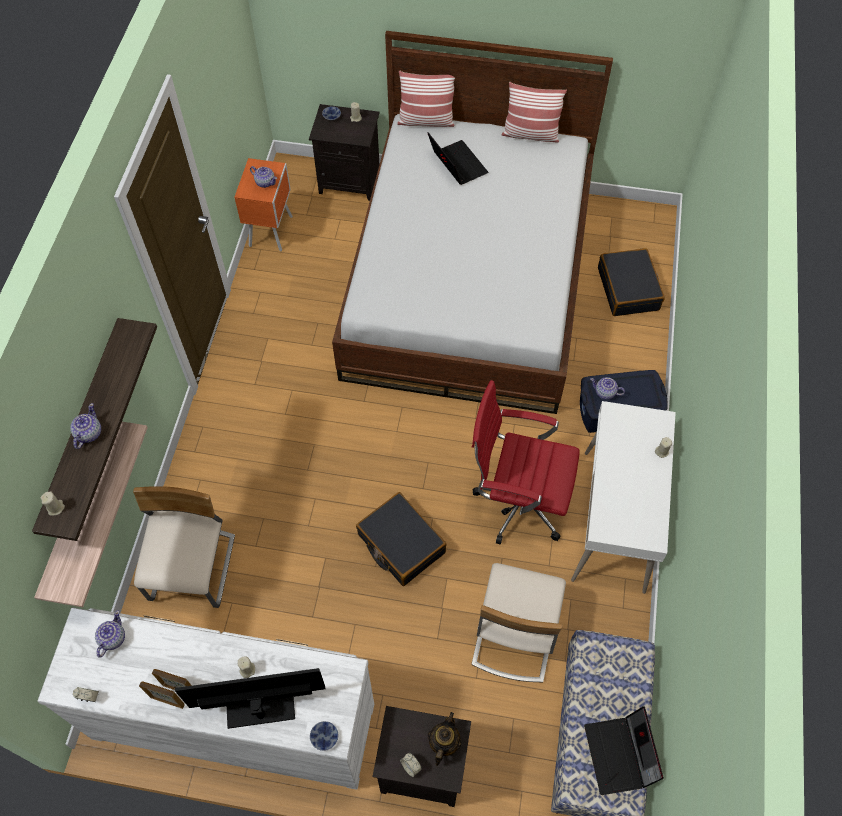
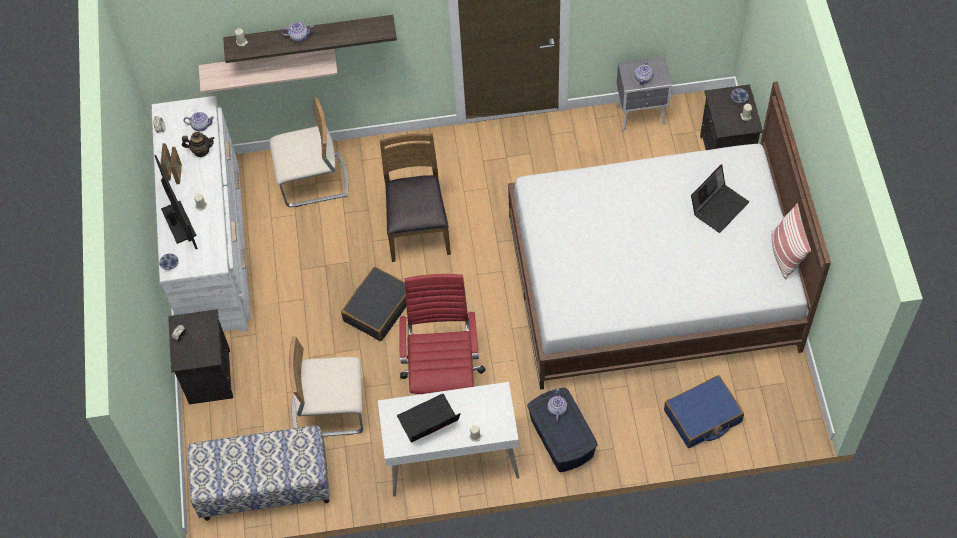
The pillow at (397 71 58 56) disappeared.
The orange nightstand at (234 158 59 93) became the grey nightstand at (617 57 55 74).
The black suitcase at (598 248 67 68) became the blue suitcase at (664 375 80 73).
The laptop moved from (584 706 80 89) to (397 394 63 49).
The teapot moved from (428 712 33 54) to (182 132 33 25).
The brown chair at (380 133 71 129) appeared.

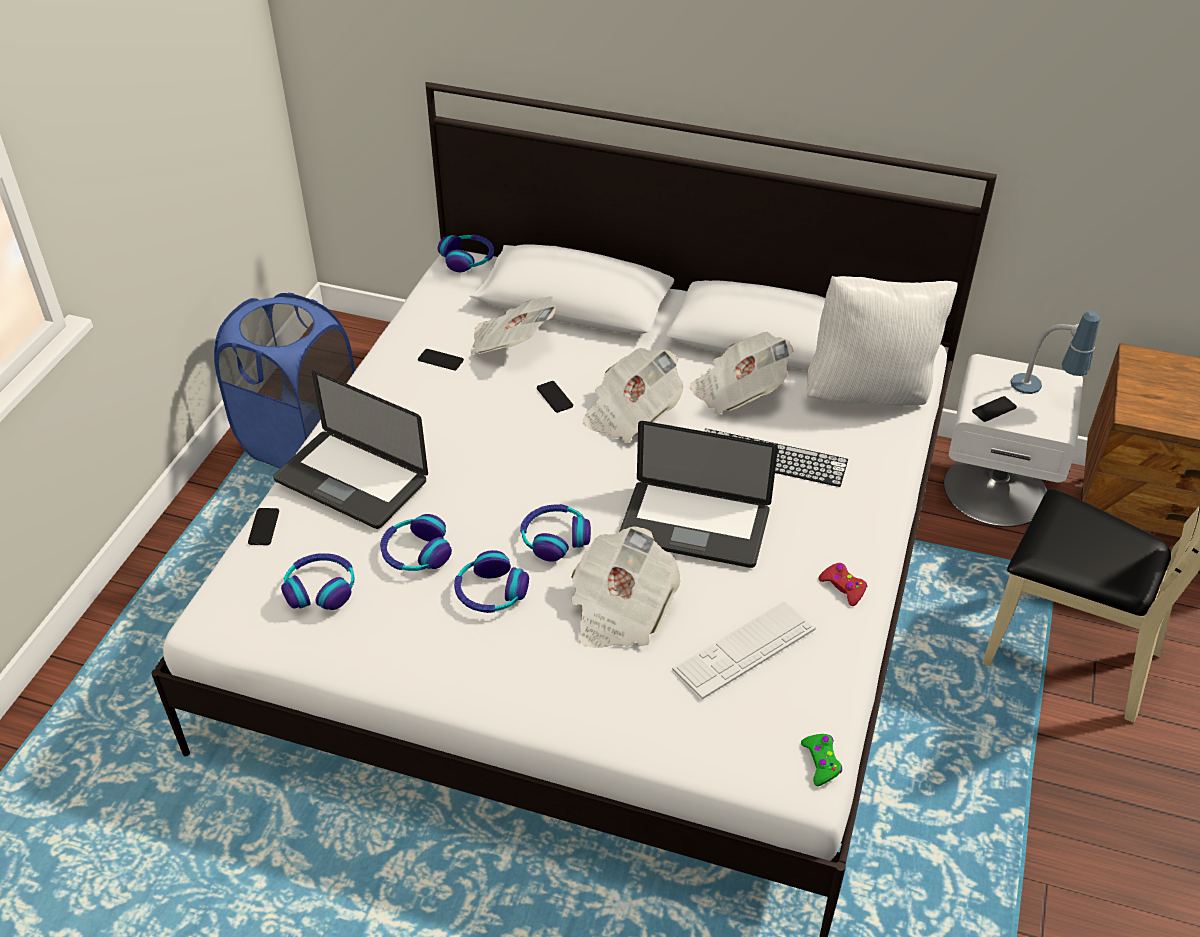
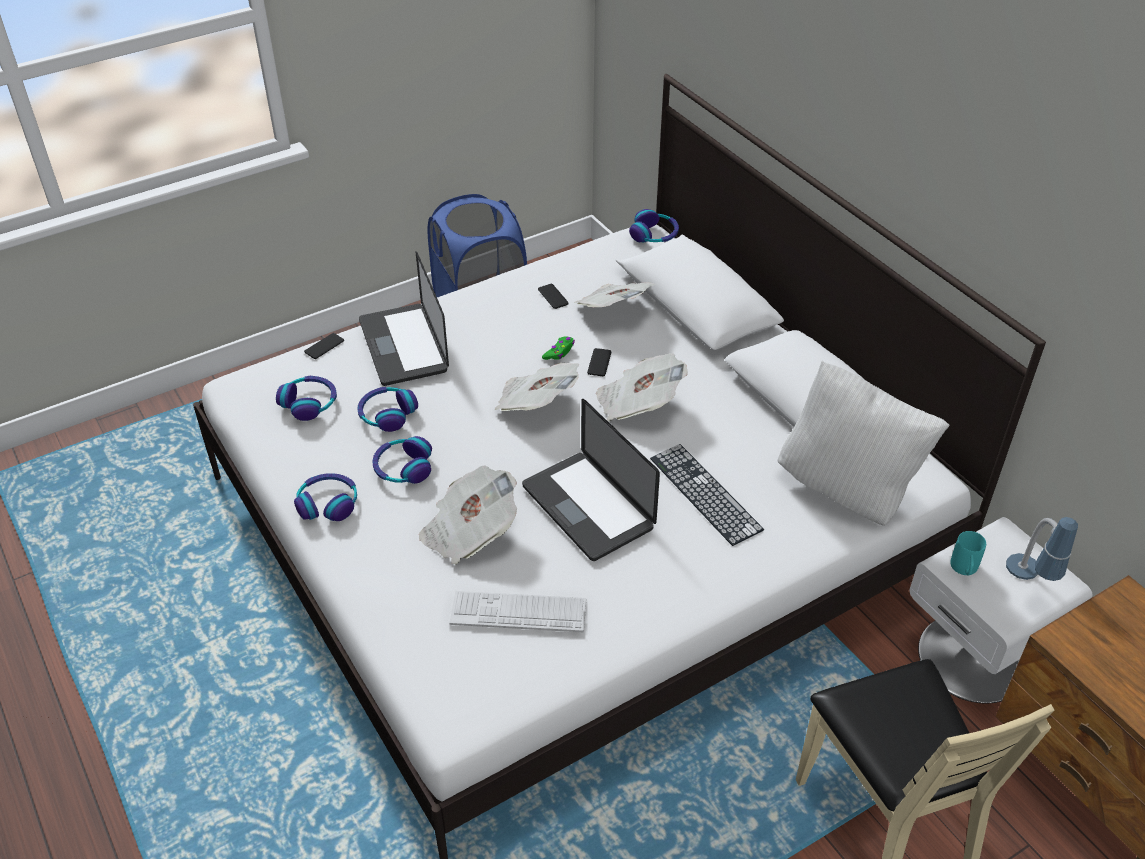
The newspaper moved from (690 332 104 83) to (495 363 85 48).
The phone at (972 396 45 26) was replaced by the turquoise mug at (950 531 36 45).
The headphones moved from (520 504 71 58) to (294 473 63 48).
The red game controller at (819 563 48 43) disappeared.
The green game controller moved from (801 734 41 52) to (542 337 33 23).

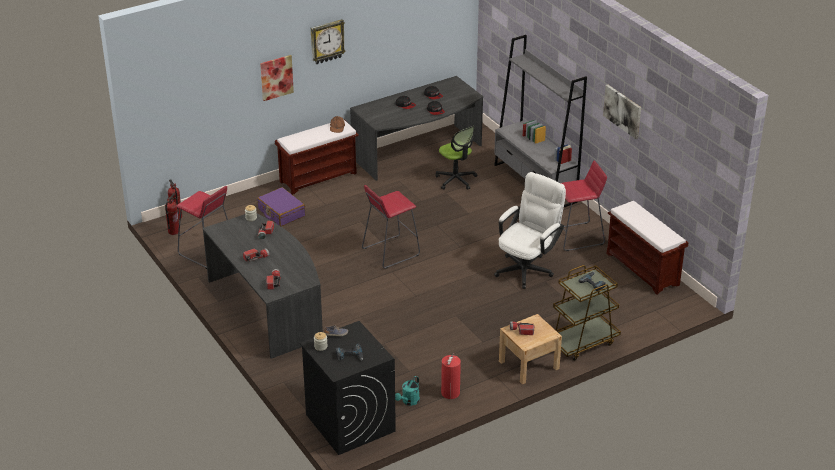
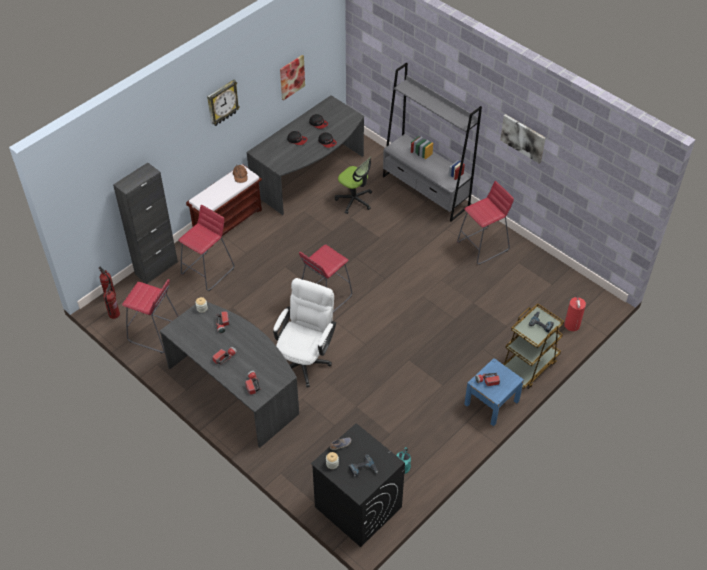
The picture moved from (260 55 34 46) to (280 55 25 45).
The white office chair moved from (494 172 72 117) to (273 278 63 110).
The purple suitcase at (257 187 48 39) was replaced by the red stool at (178 205 57 86).
The brown bench at (607 201 81 94) disappeared.
The beige nightstand at (499 314 63 71) became the blue nightstand at (464 358 60 68).
The fire extinguisher moved from (441 353 20 46) to (564 296 22 35).
The black cabinet at (113 162 65 122) appeared.

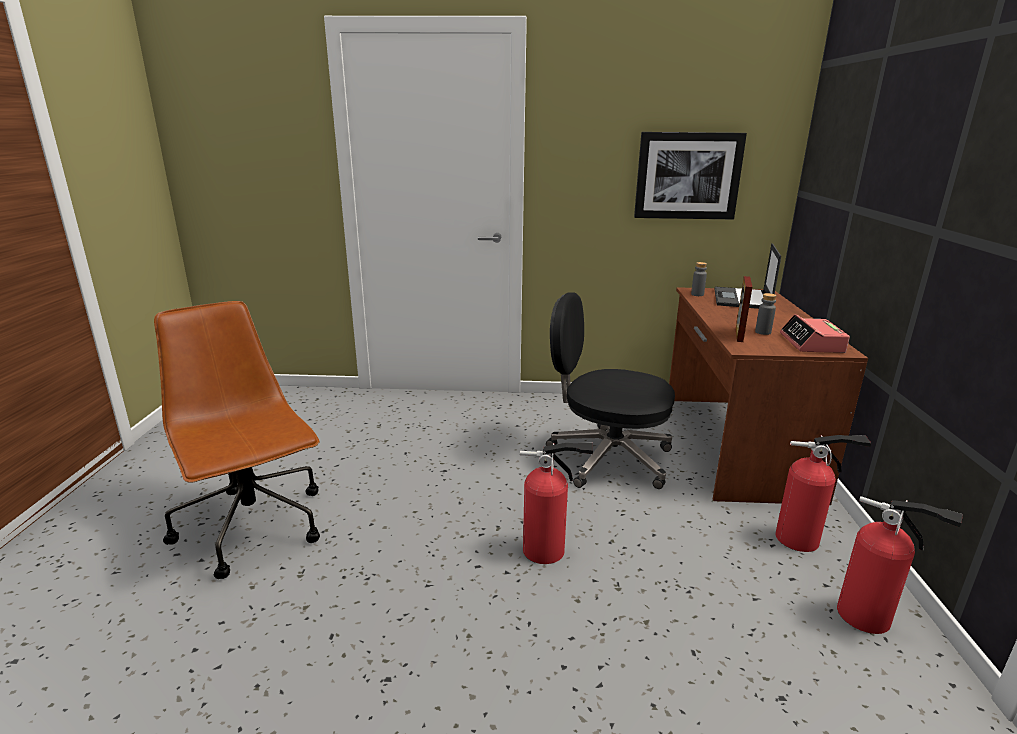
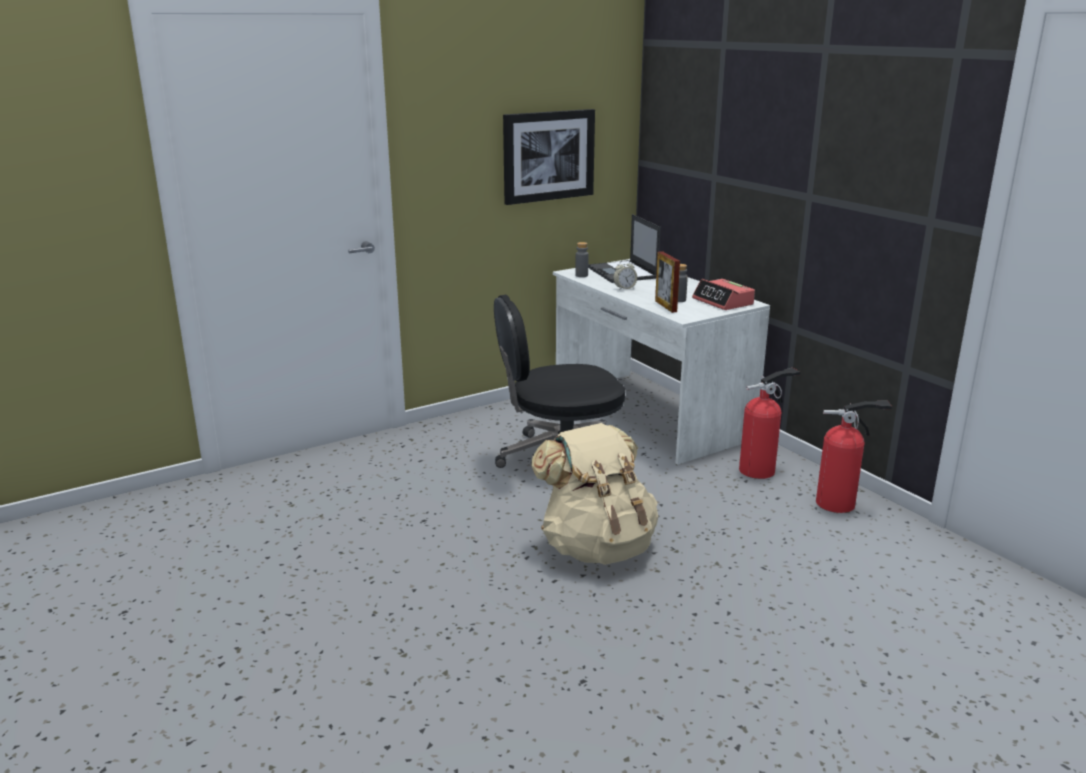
The brown desk at (669 287 199 218) became the white desk at (553 259 217 205).
The brown office chair at (154 301 166 278) disappeared.
The fire extinguisher at (520 442 73 122) was replaced by the beige backpack at (531 423 127 142).
The alarm clock at (613 260 24 30) appeared.

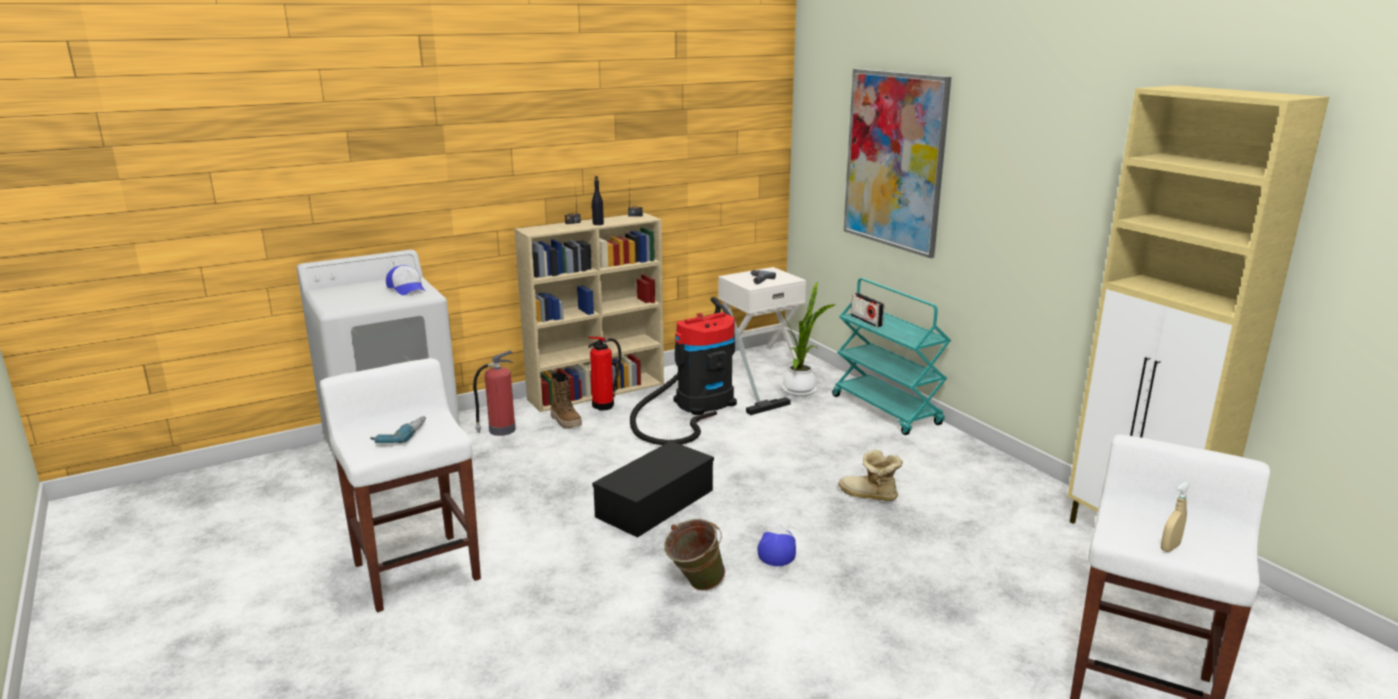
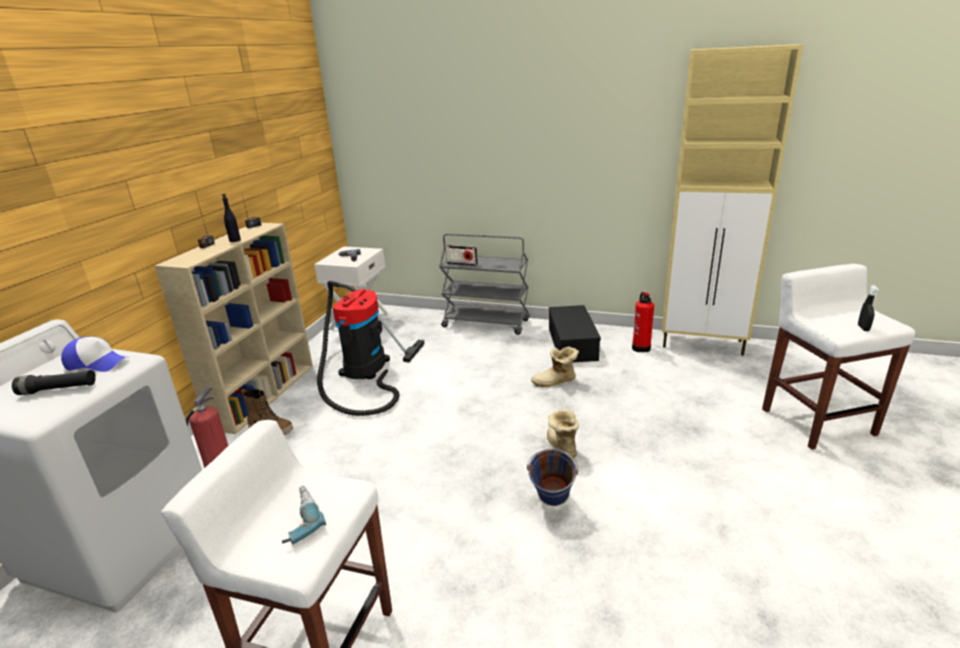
The picture at (844 69 107 189) disappeared.
The turquoise cart at (832 278 119 157) became the grey cart at (439 233 91 102).
The potted plant at (780 282 55 114) disappeared.
The fire extinguisher moved from (588 337 33 74) to (632 292 22 60).
The black storage box moved from (592 441 122 97) to (549 305 52 58).
The beige spray bottle at (1161 482 29 70) became the black spray bottle at (858 285 21 46).
The green bucket at (664 519 61 71) became the blue bucket at (527 449 52 57).
The cap at (757 525 39 41) was replaced by the boot at (547 409 32 49).
The black flashlight at (12 370 84 25) appeared.

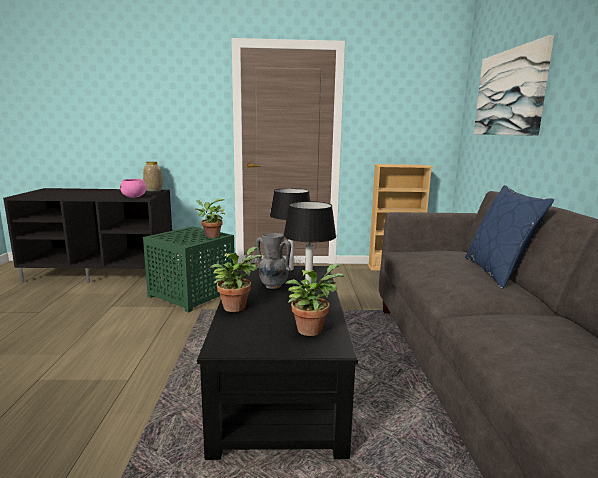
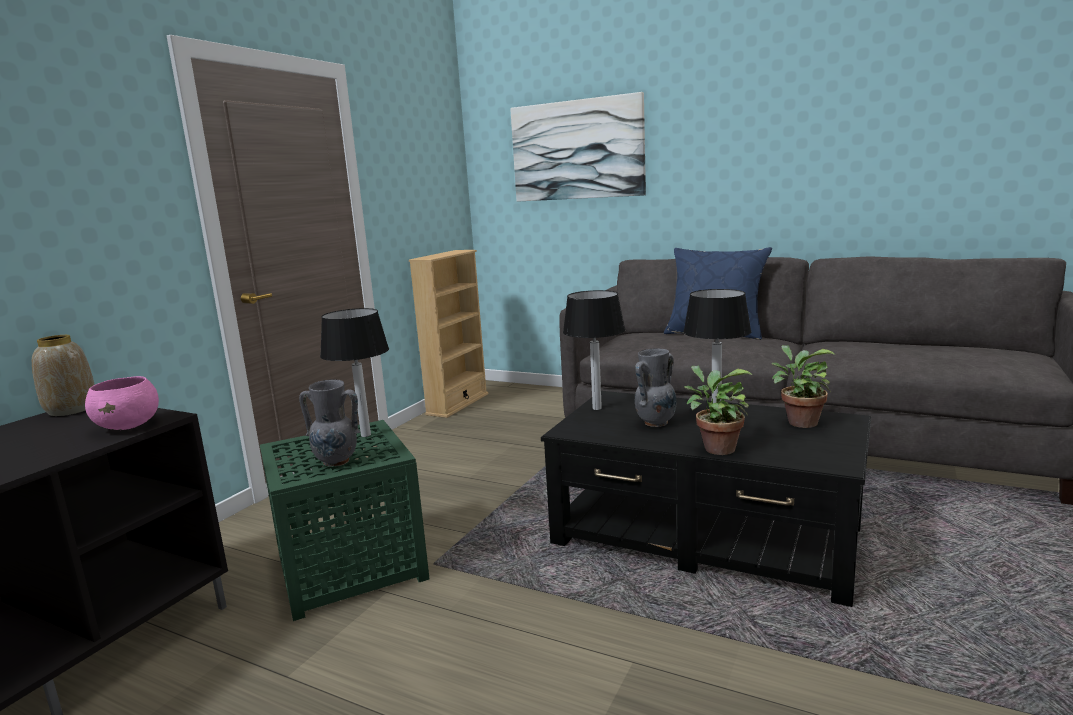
The potted plant at (195 199 31 39) was replaced by the table lamp at (320 308 69 129).
The grey vase at (299 379 62 87) appeared.

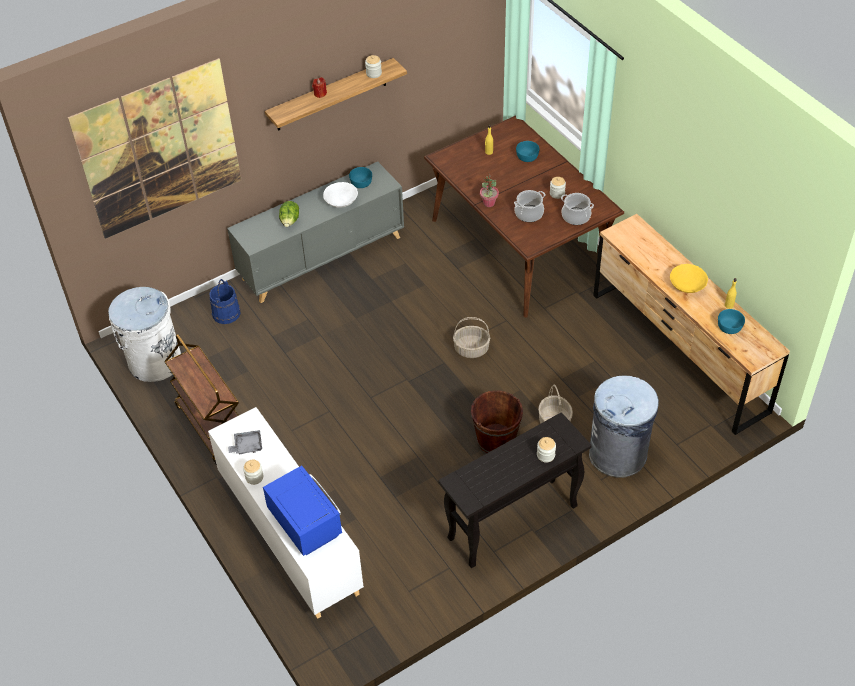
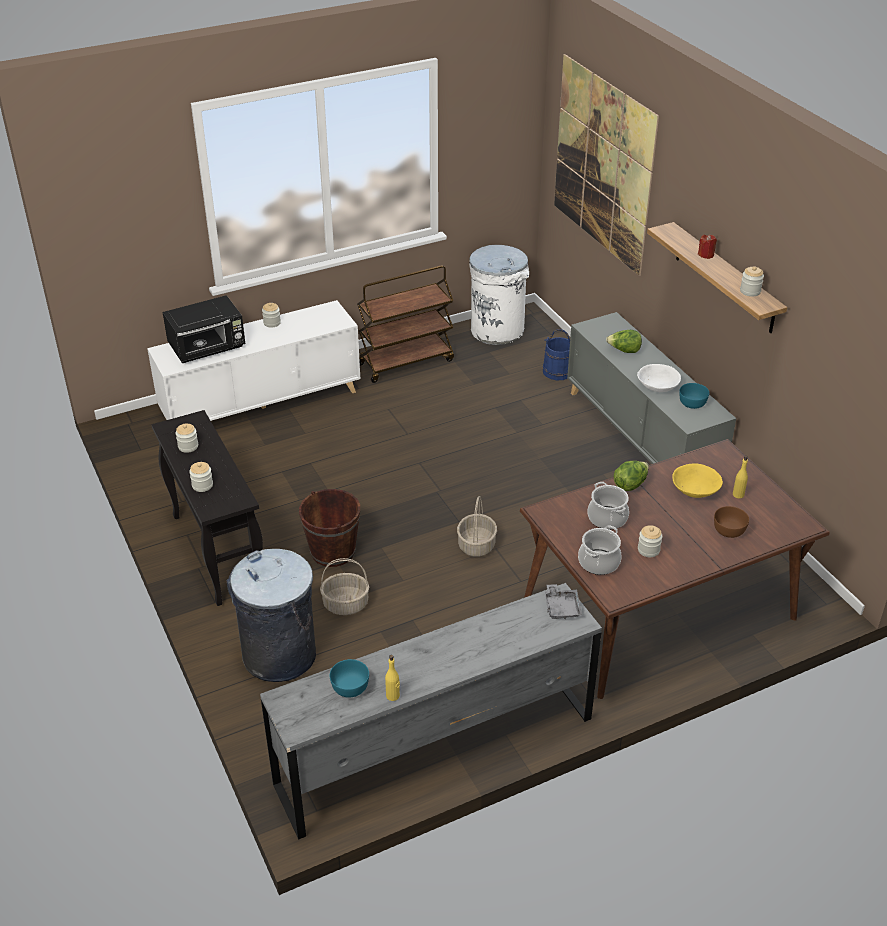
The turquoise bowl at (516 141 23 21) became the brown bowl at (714 506 35 32).
The potted plant at (480 174 19 33) was replaced by the lettuce at (614 461 35 30).
The brown dresser at (593 214 197 221) became the grey dresser at (260 583 342 257).
The yellow bowl moved from (670 264 38 29) to (672 463 51 35).
The grey tray moved from (228 430 34 25) to (545 584 37 35).
The blue microwave at (263 466 80 90) became the black microwave at (163 295 82 68).
The jar at (176 424 22 29) appeared.

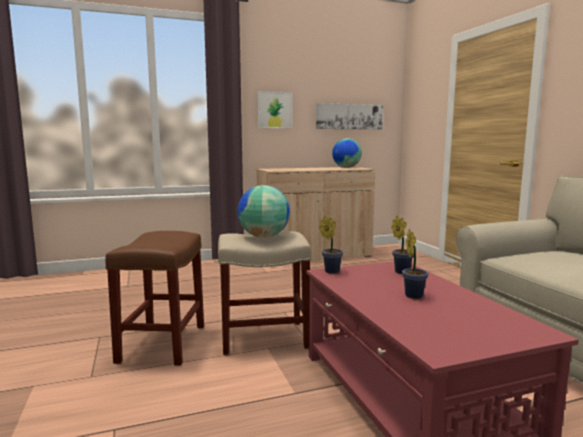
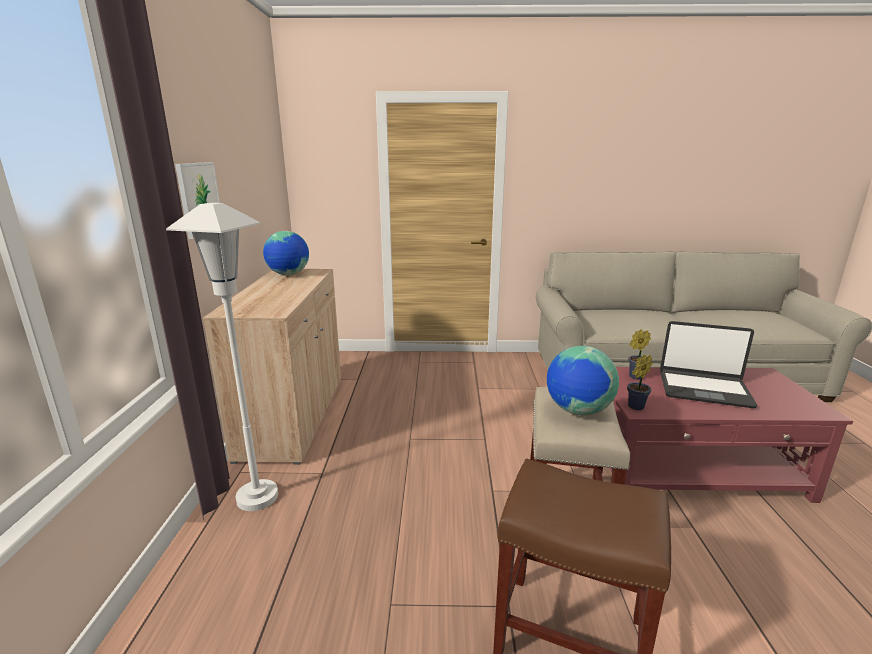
The picture at (316 103 67 27) disappeared.
The potted plant at (402 228 27 71) was replaced by the laptop at (660 321 97 87).
The white floor lamp at (166 203 112 308) appeared.

